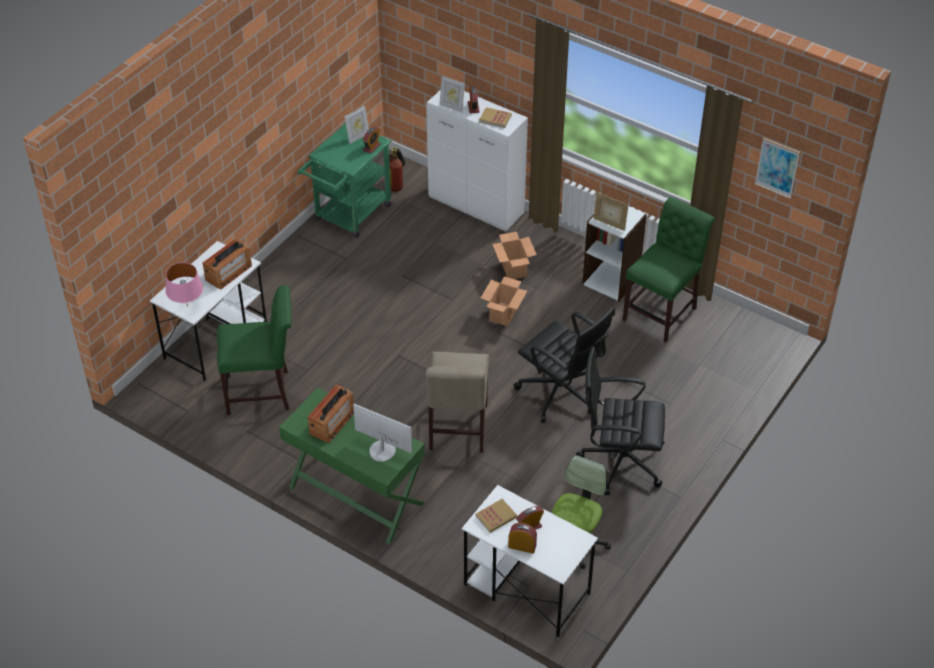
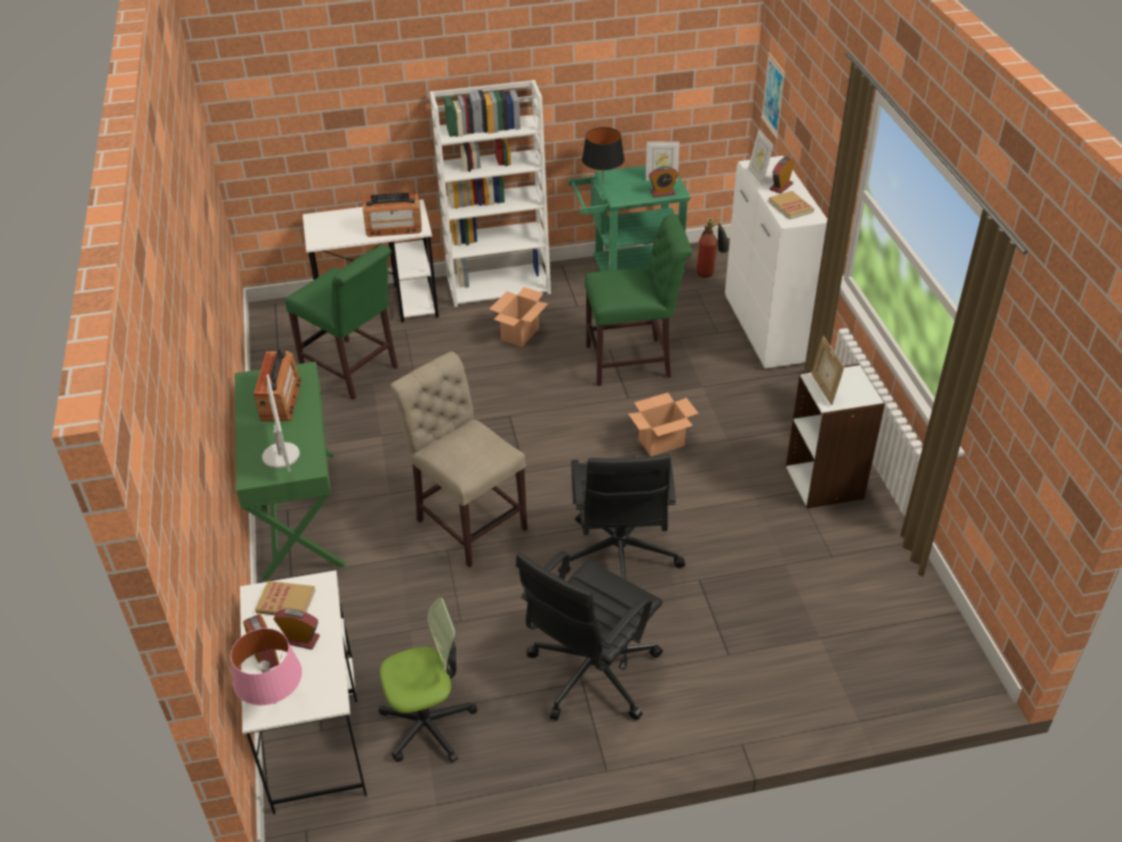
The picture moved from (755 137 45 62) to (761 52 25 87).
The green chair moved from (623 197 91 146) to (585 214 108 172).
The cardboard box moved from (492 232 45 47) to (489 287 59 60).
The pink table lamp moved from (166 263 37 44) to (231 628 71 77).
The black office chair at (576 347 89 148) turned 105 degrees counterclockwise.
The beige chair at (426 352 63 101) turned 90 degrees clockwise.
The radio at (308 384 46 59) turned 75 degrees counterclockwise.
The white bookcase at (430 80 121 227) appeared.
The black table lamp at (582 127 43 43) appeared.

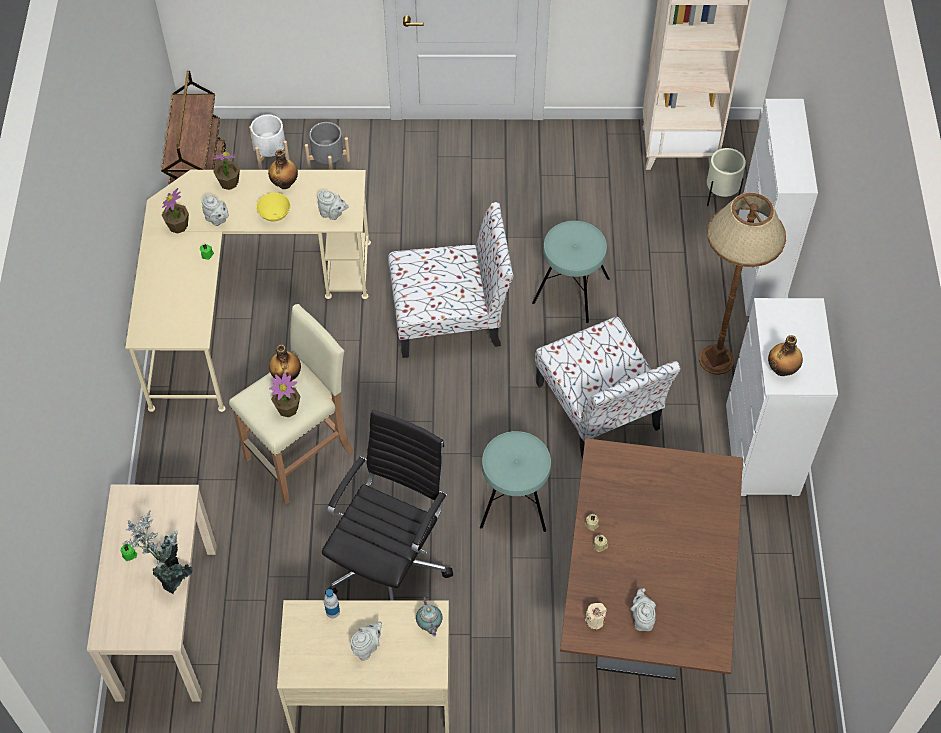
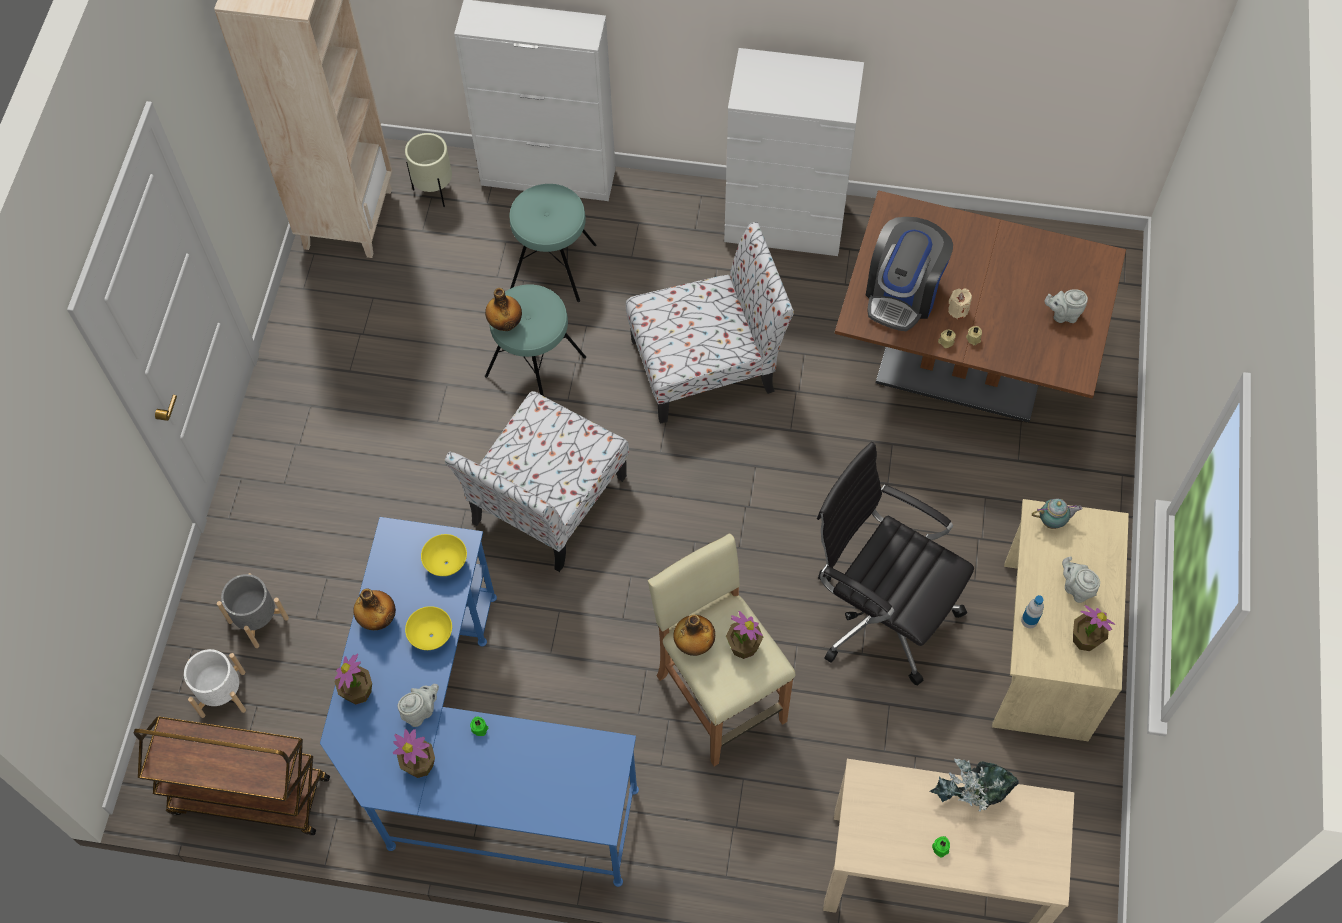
The beige desk at (125 170 246 242) became the blue desk at (320 517 319 370).
The grey teapot at (318 190 31 30) was replaced by the yellow bowl at (421 534 46 42).
The brown floor lamp at (699 193 87 182) disappeared.
The chair at (388 202 125 156) turned 150 degrees counterclockwise.
The bottle moved from (768 335 35 41) to (485 288 37 43).
The turquoise stool moved from (480 431 71 101) to (510 184 87 118).
The beige candle moved from (585 603 22 27) to (948 289 24 30).
The coffee machine at (866 217 87 114) appeared.
The potted plant at (1073 605 42 46) appeared.

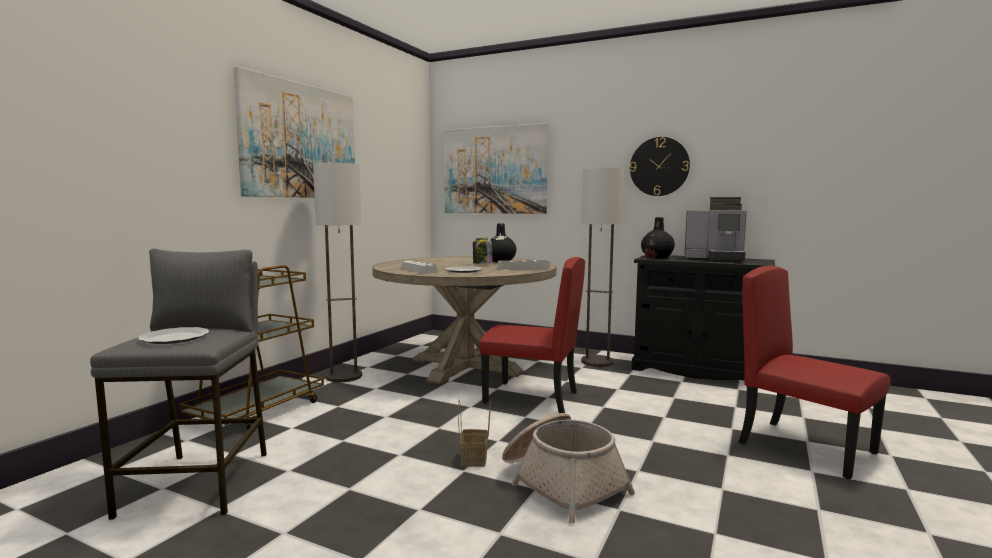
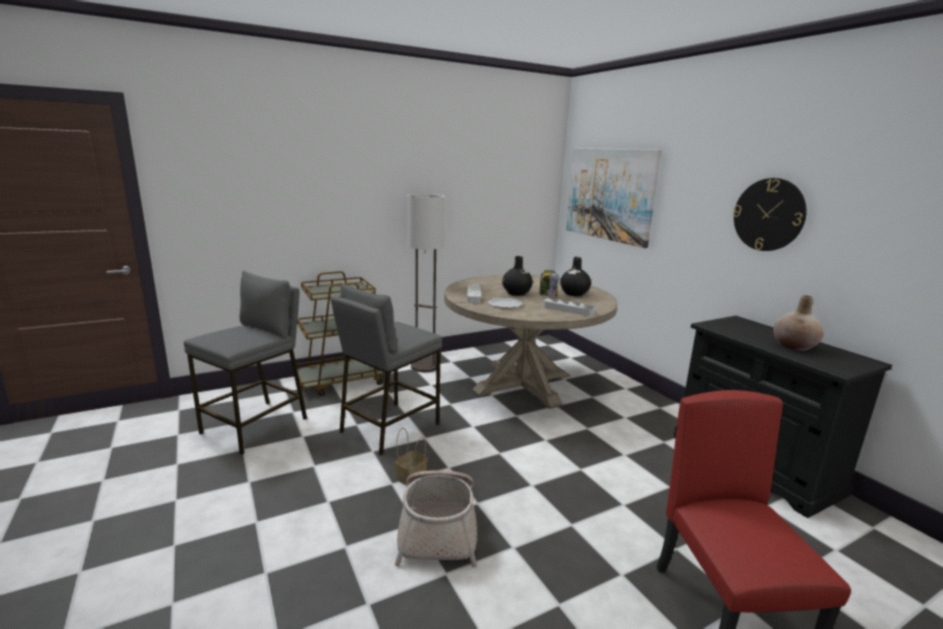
The picture at (233 66 122 132) disappeared.
The floor lamp at (581 168 43 199) disappeared.
The coffee machine at (685 197 62 65) was replaced by the beige vase at (774 295 50 56).
The black vase moved from (641 217 34 42) to (502 256 31 40).
The red chair at (479 257 106 156) disappeared.
The plate at (138 327 71 17) disappeared.
The grey stool at (331 284 111 172) appeared.

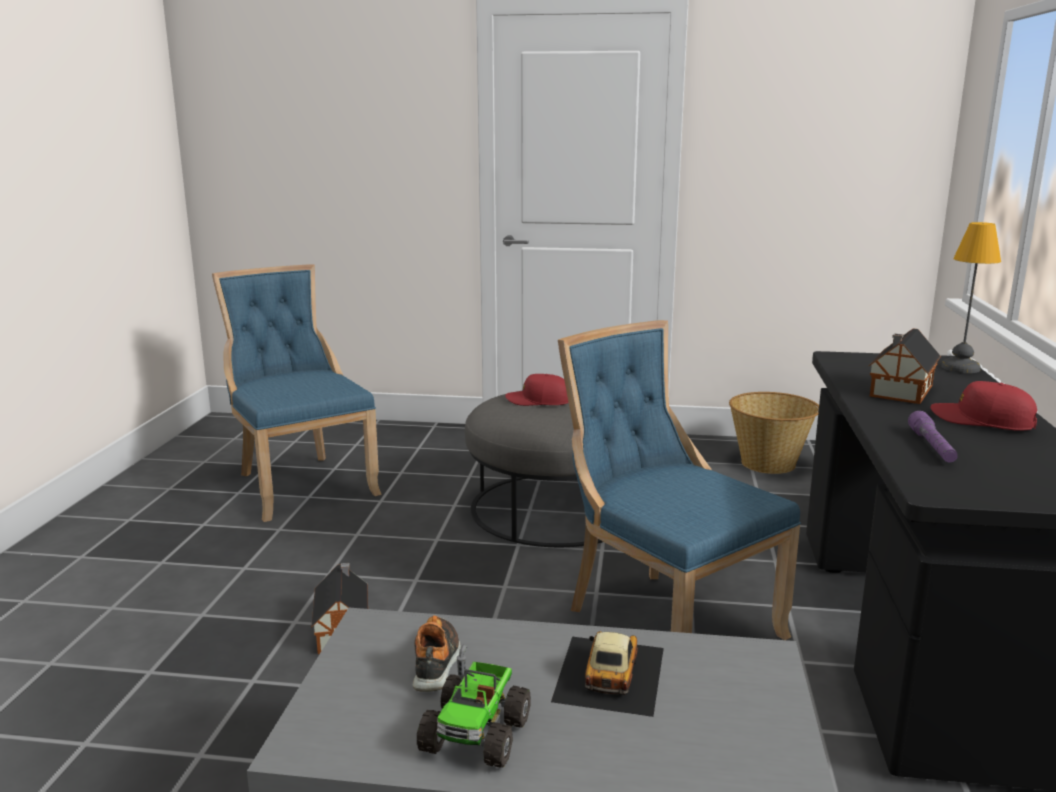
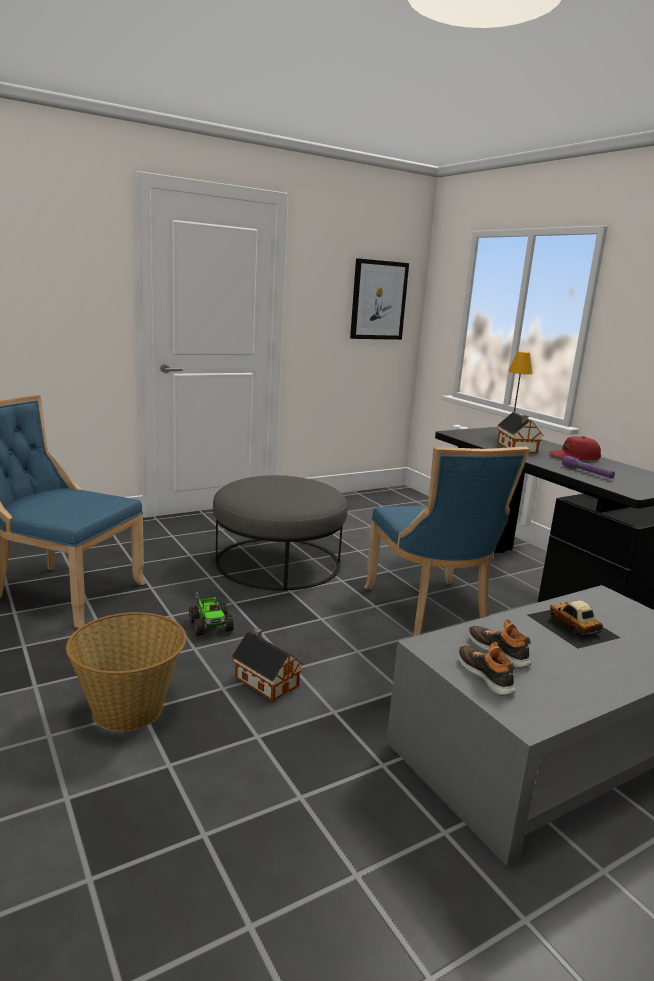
The blue chair at (558 320 243 320) turned 120 degrees counterclockwise.
The red cap at (505 374 64 32) disappeared.
The basket moved from (729 392 90 82) to (66 612 121 120).
The toy truck moved from (417 645 113 123) to (189 592 45 44).
The picture at (350 258 59 82) appeared.
The shoe at (458 642 58 54) appeared.

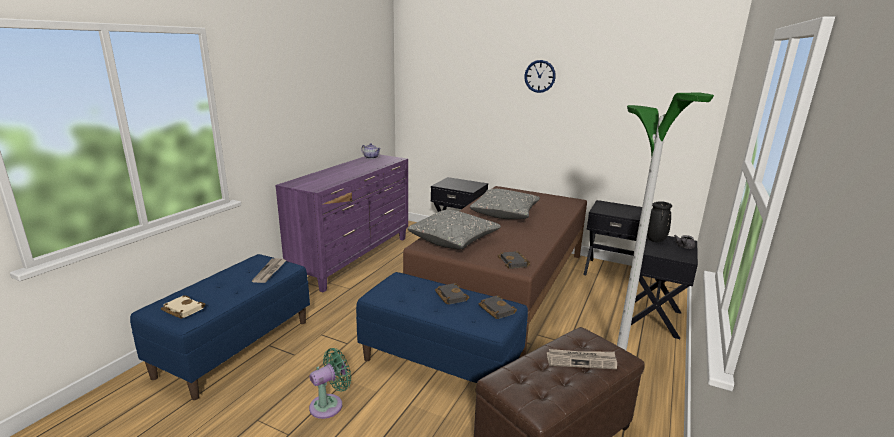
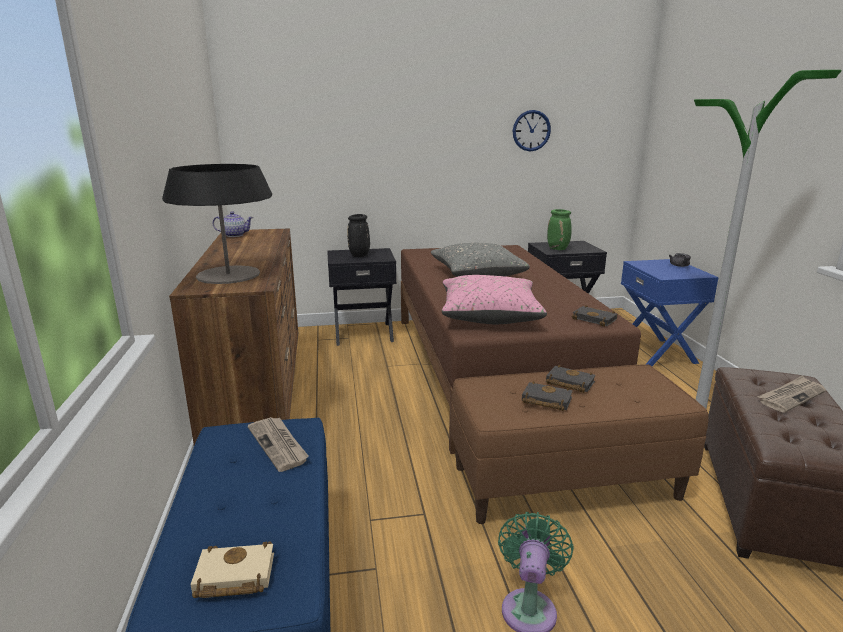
The wall clock moved from (524 60 32 33) to (513 110 38 41).
The purple dresser at (275 155 133 138) became the brown dresser at (169 228 129 217).
The black vase moved from (647 201 25 41) to (347 214 23 43).
The grey pillow at (408 210 93 40) became the pink pillow at (442 275 105 49).
The black nightstand at (631 236 67 103) became the blue nightstand at (621 259 98 107).
The blue bench at (356 272 172 111) became the brown bench at (451 364 258 160).
The black book moved from (479 295 38 24) to (522 381 51 30).
The table lamp at (162 164 110 120) appeared.
The green vase at (547 209 25 41) appeared.

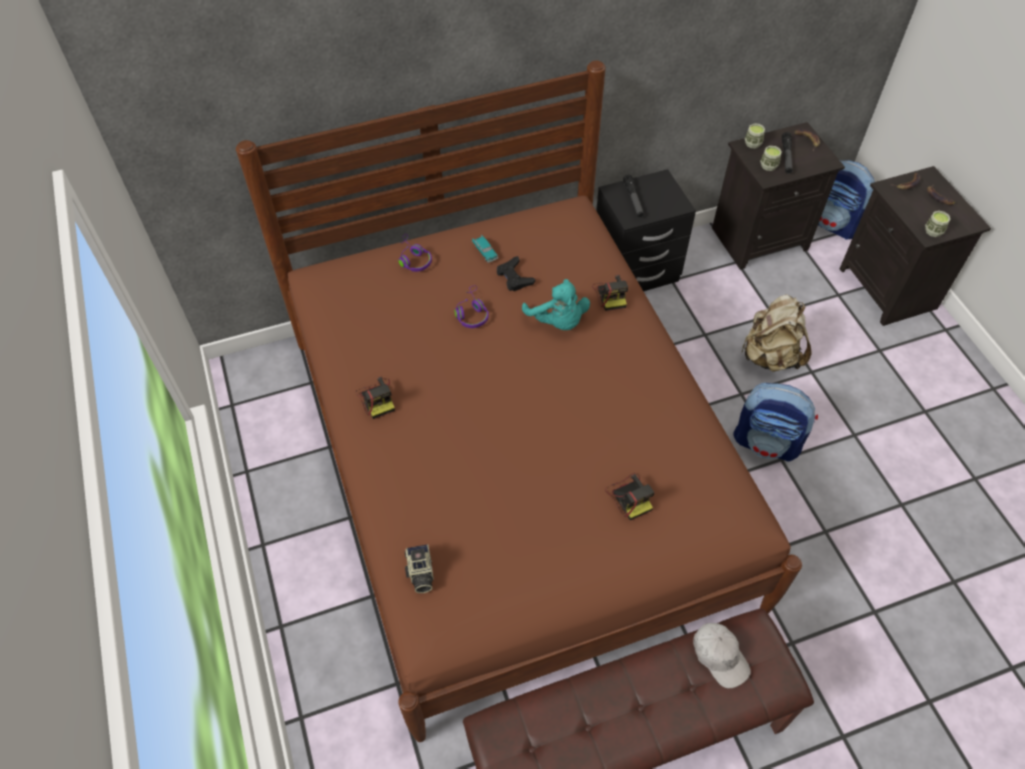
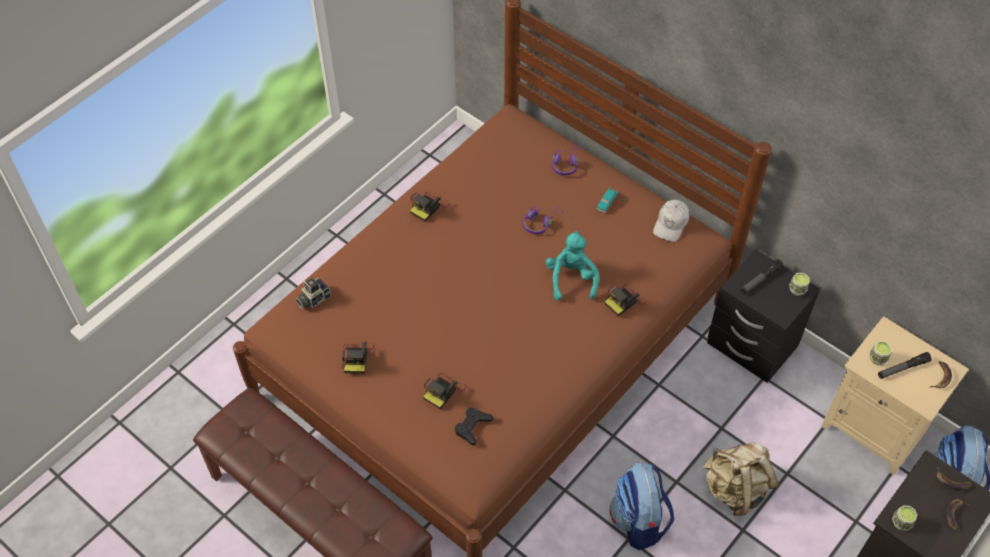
The black nightstand at (712 122 133 148) became the beige nightstand at (821 316 148 159).
The cup moved from (745 124 20 24) to (789 272 20 24).
The black game controller moved from (497 256 38 35) to (455 407 38 38).
The turquoise plush toy at (522 279 68 51) turned 150 degrees clockwise.
The white cap moved from (693 623 58 65) to (653 200 36 42).
The photo camera at (342 341 33 33) appeared.

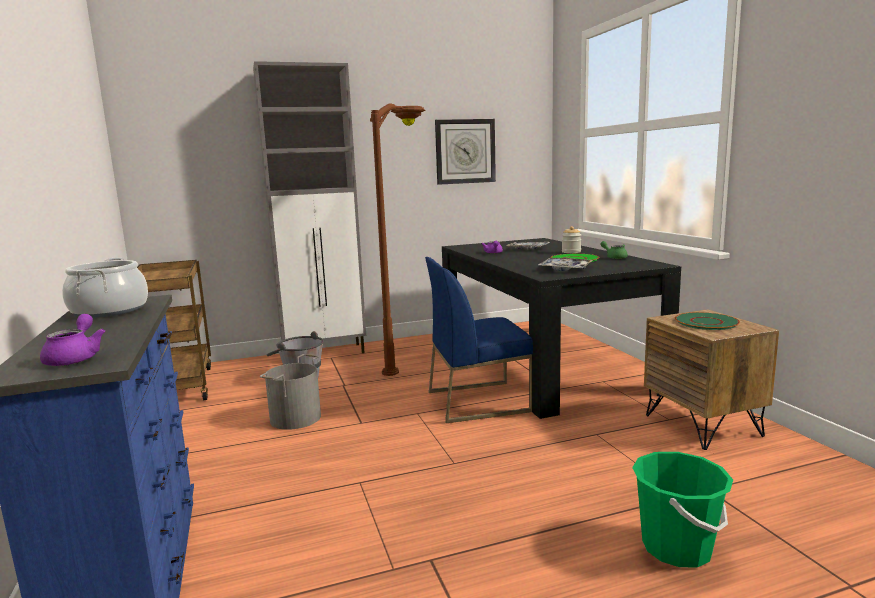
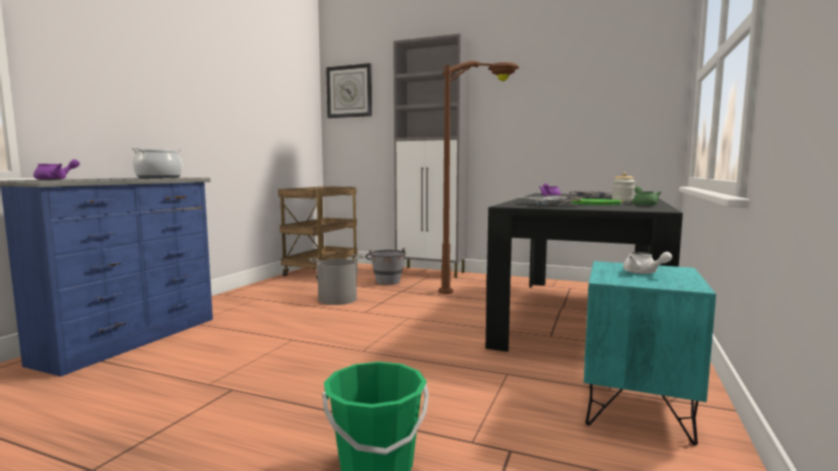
The wall clock moved from (435 119 61 66) to (326 63 46 55).
The blue chair at (425 257 108 166) disappeared.
The brown nightstand at (644 309 135 141) became the turquoise nightstand at (584 261 132 184).
The green plate at (675 312 65 18) was replaced by the white teapot at (623 252 49 22).

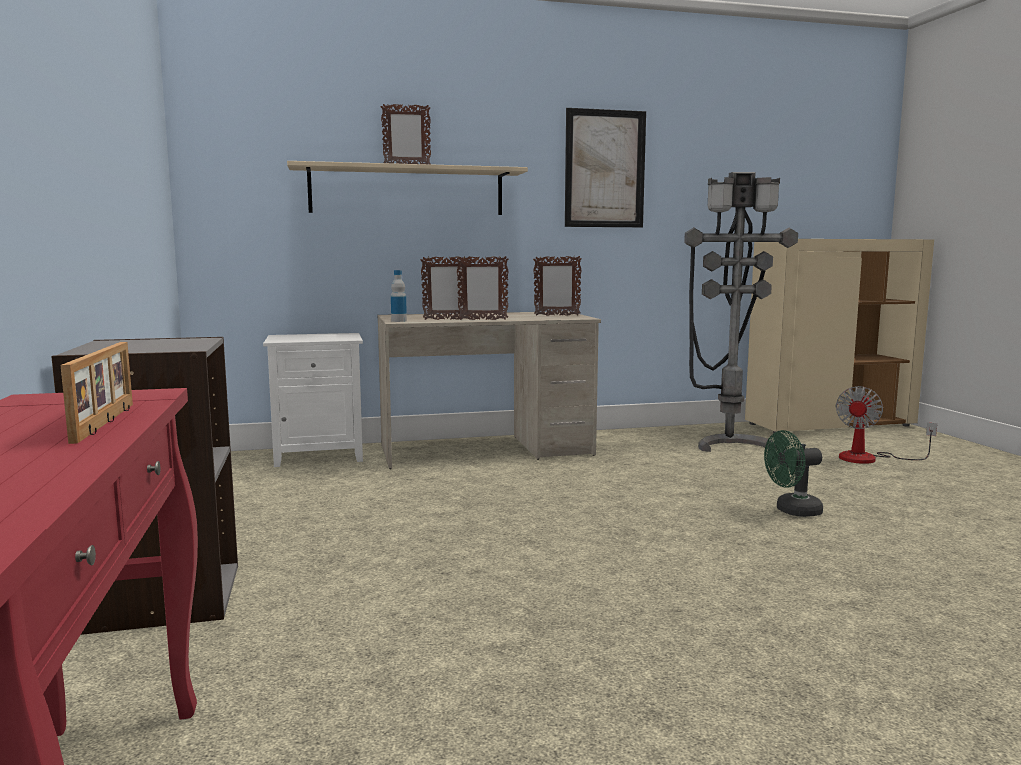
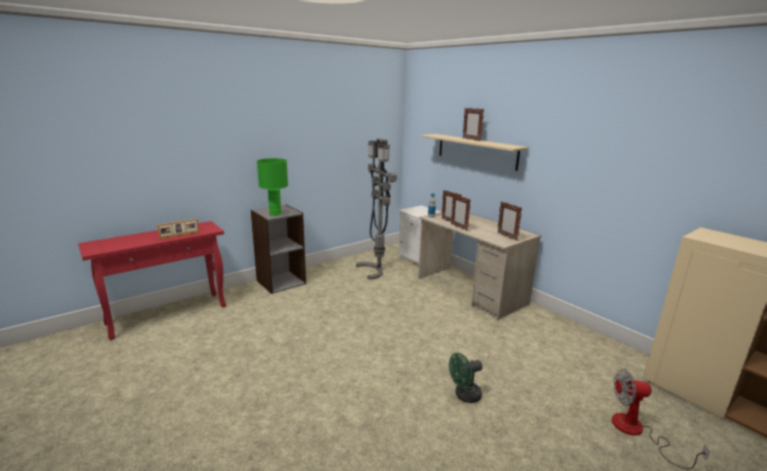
The picture at (565 108 81 119) disappeared.
The grey floor lamp moved from (684 172 114 280) to (356 139 41 141).
The green fan at (764 430 59 87) turned 75 degrees counterclockwise.
The green table lamp at (257 158 31 58) appeared.

